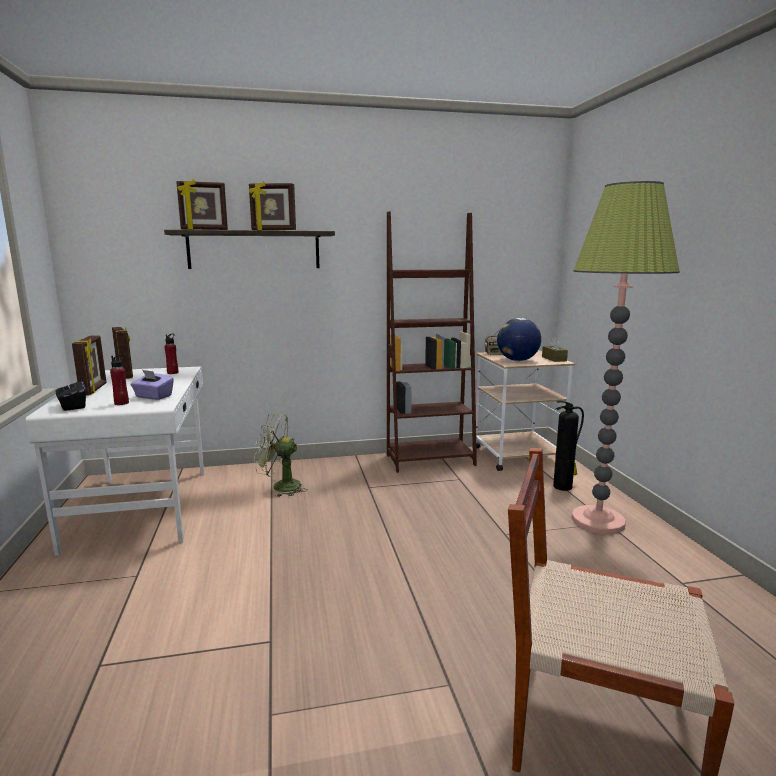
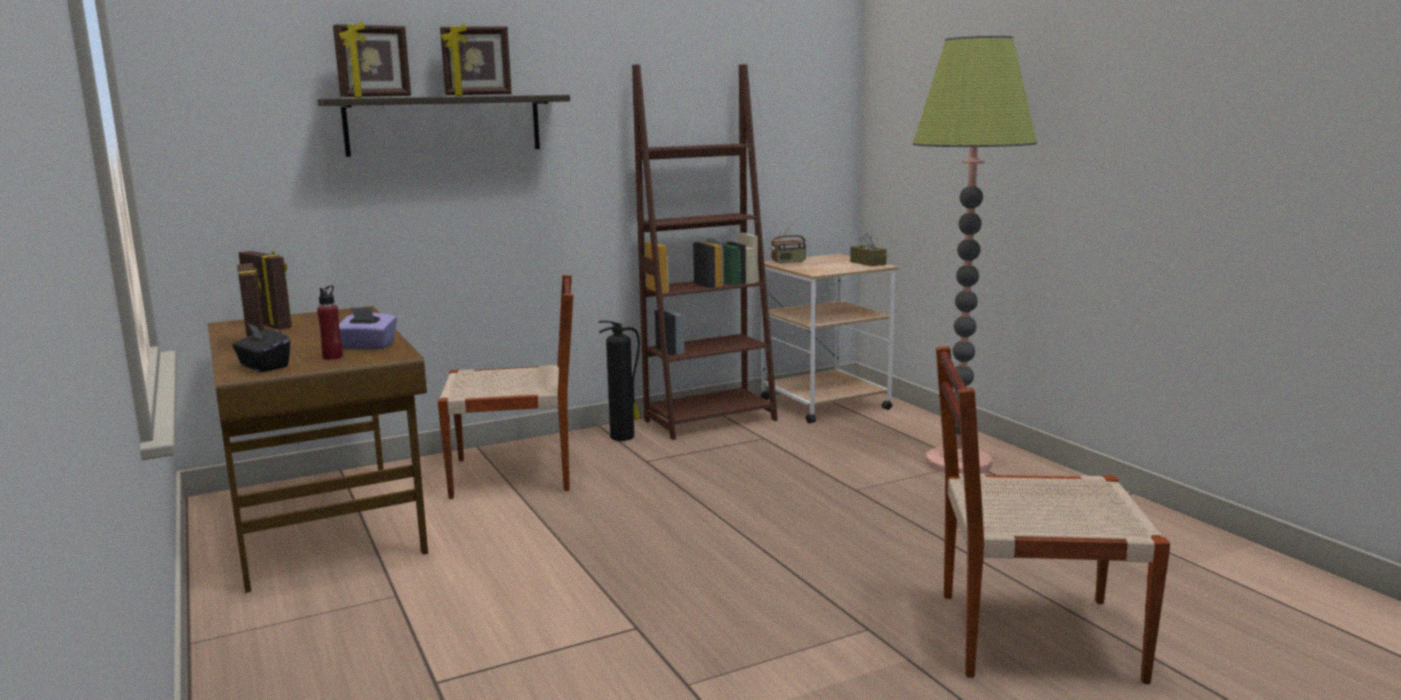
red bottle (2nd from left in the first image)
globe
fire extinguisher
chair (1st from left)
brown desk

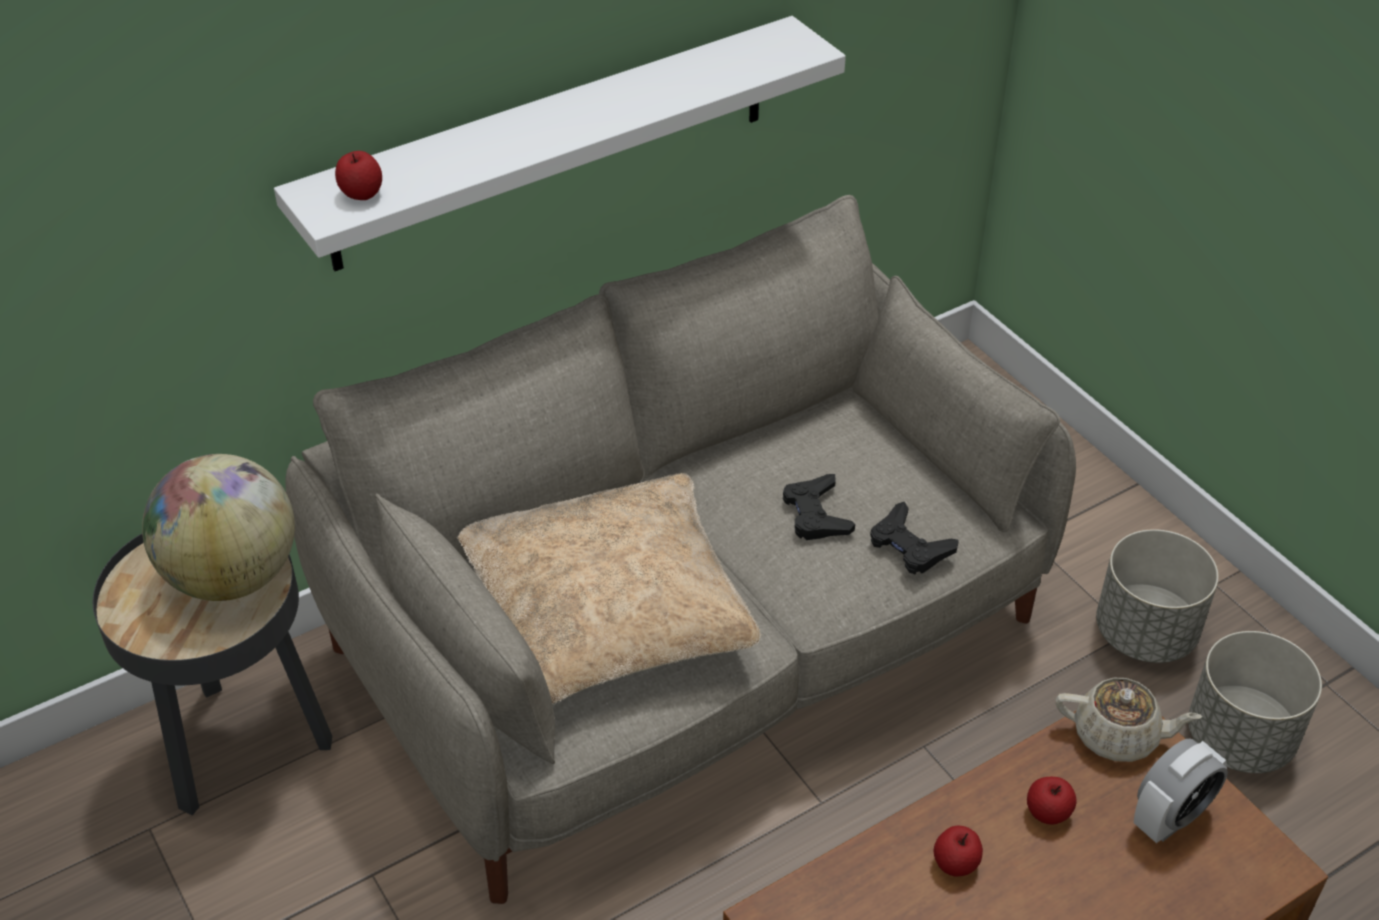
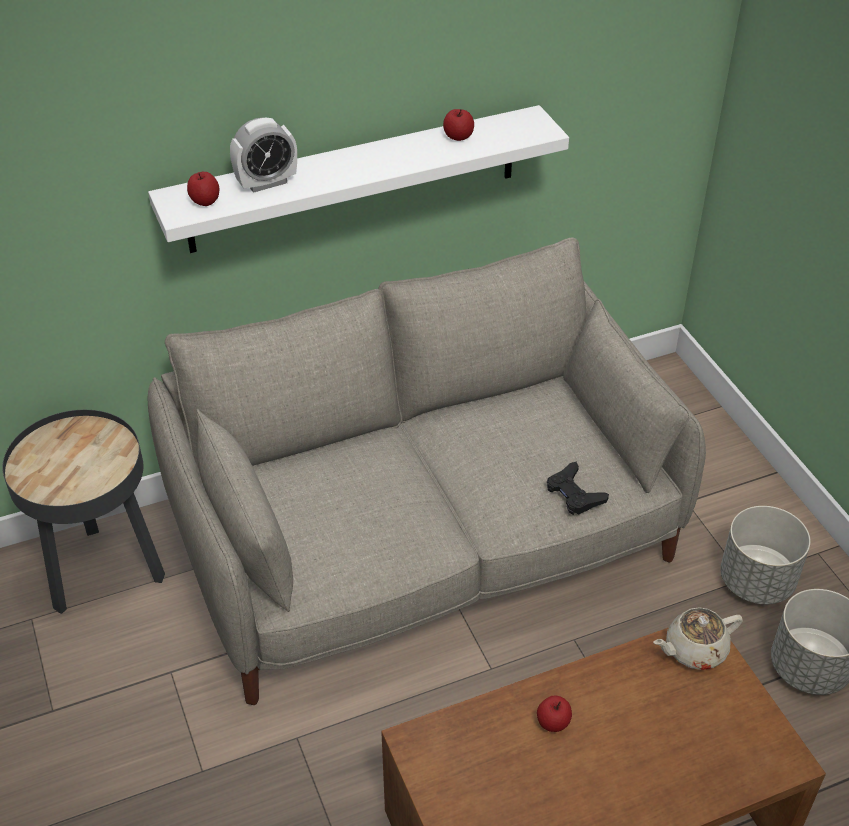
globe
beige pillow
black game controller (1st from left in the first image)
apple (2nd from left)
alarm clock
beige teapot

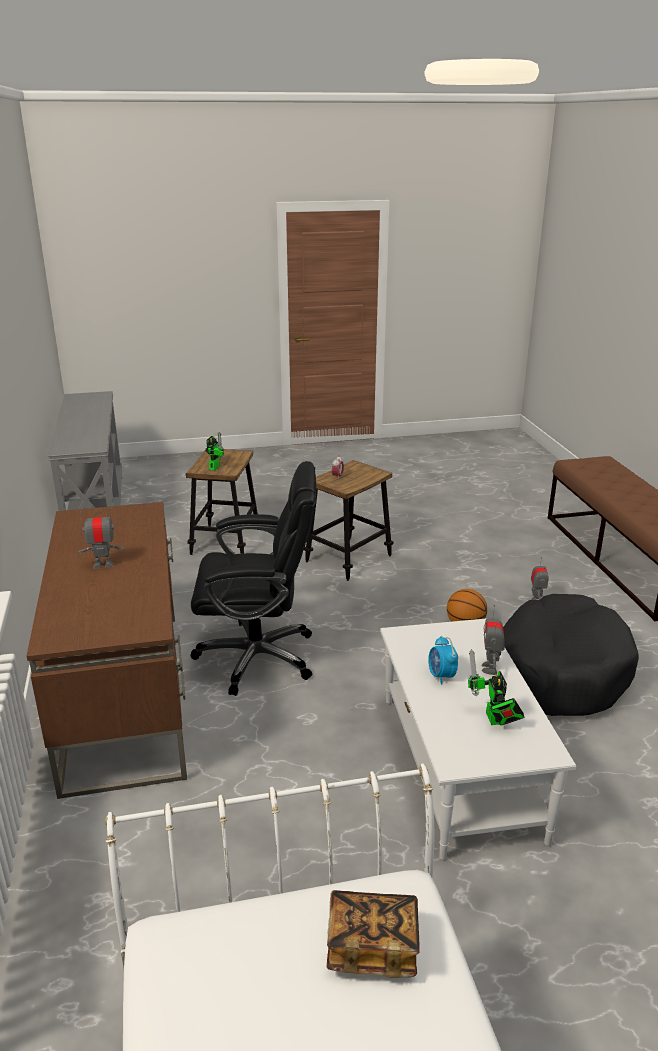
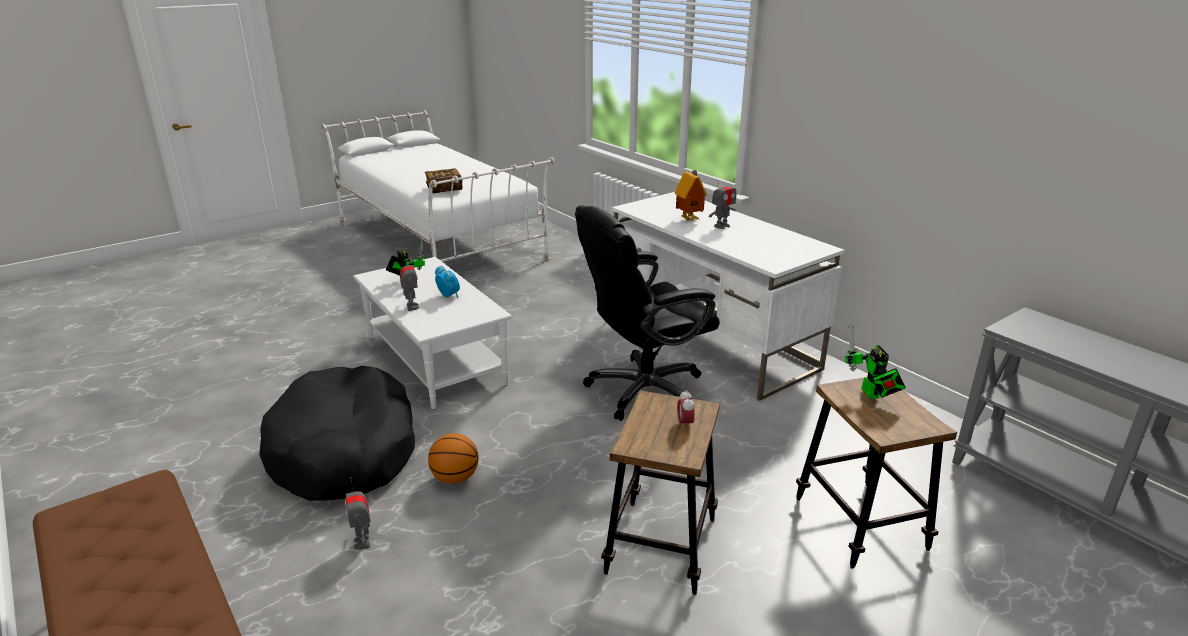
toy house
white desk

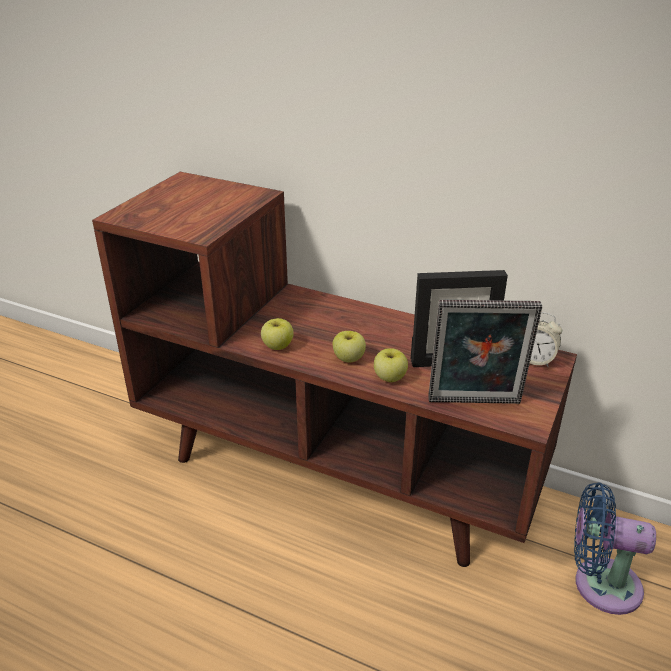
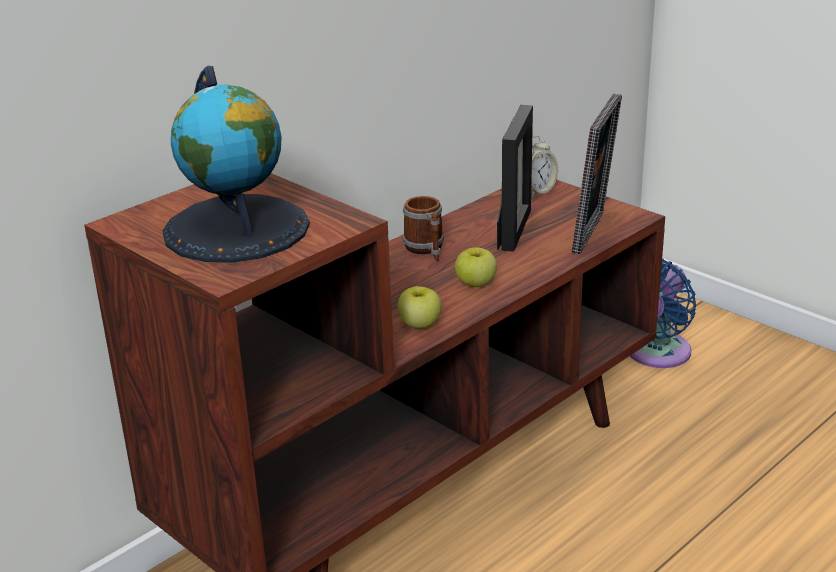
apple (3rd from left in the first image)
globe
mug

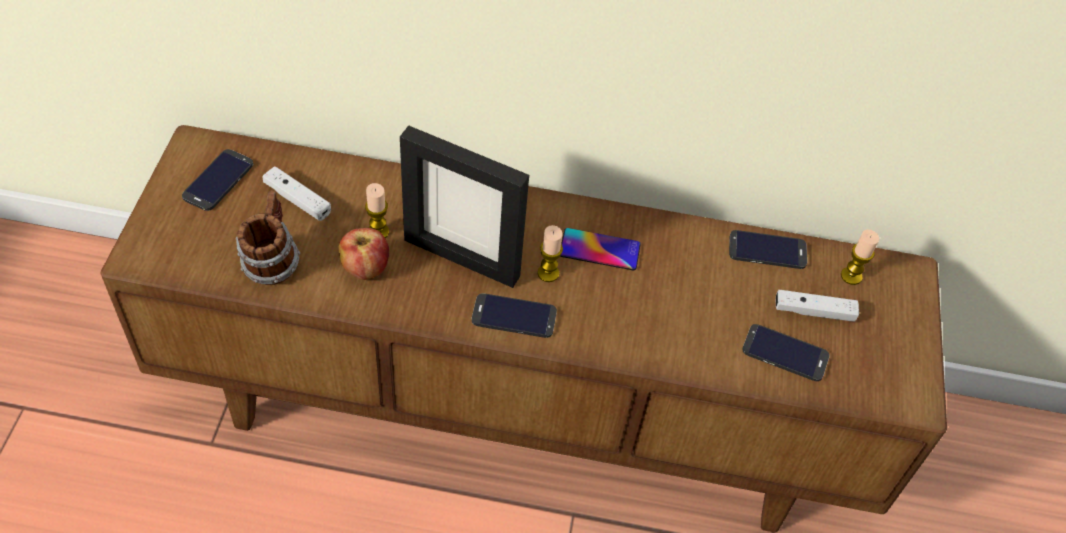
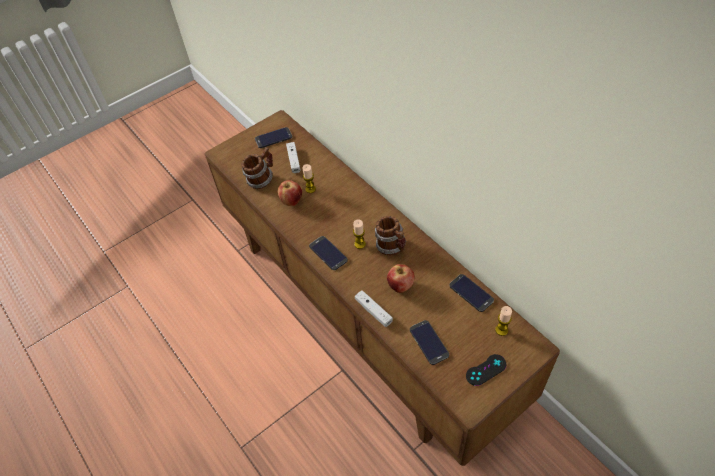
picture frame
apple (2nd from left)
black game controller
white game controller (2nd from left)
mug (2nd from left)

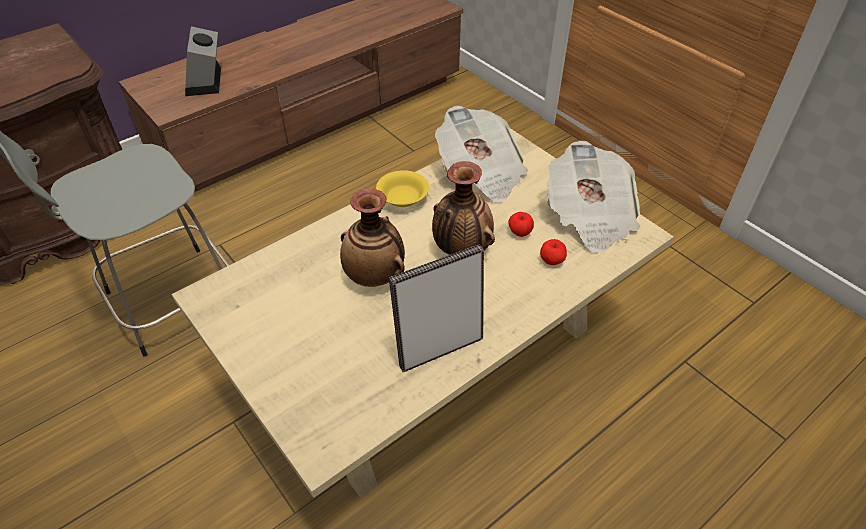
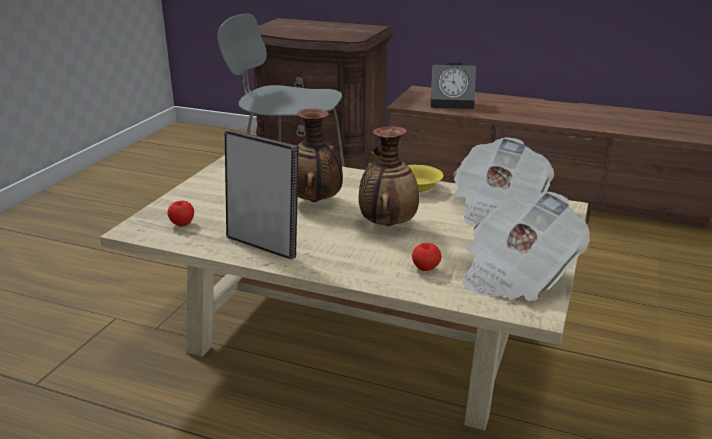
apple (1st from left)
alarm clock

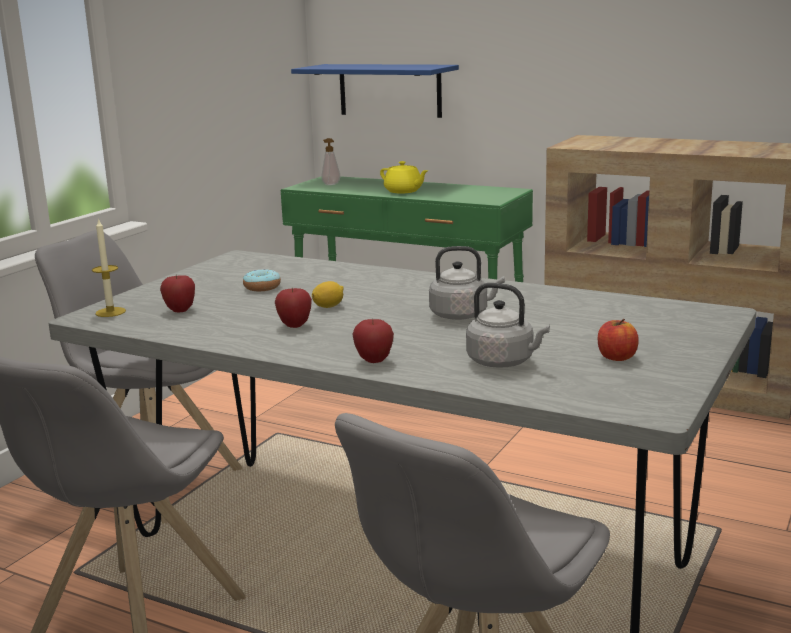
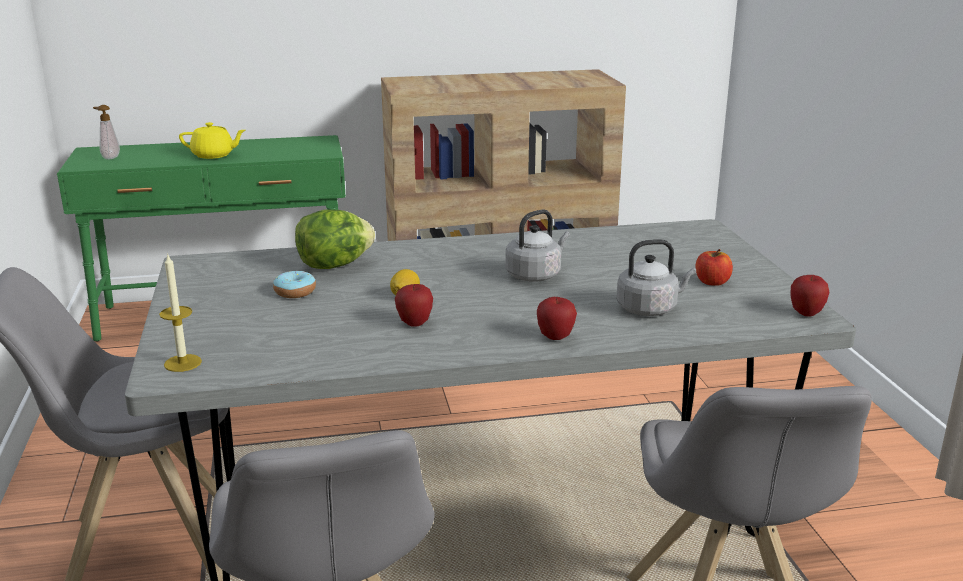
blue shelf
lettuce
apple (4th from left)

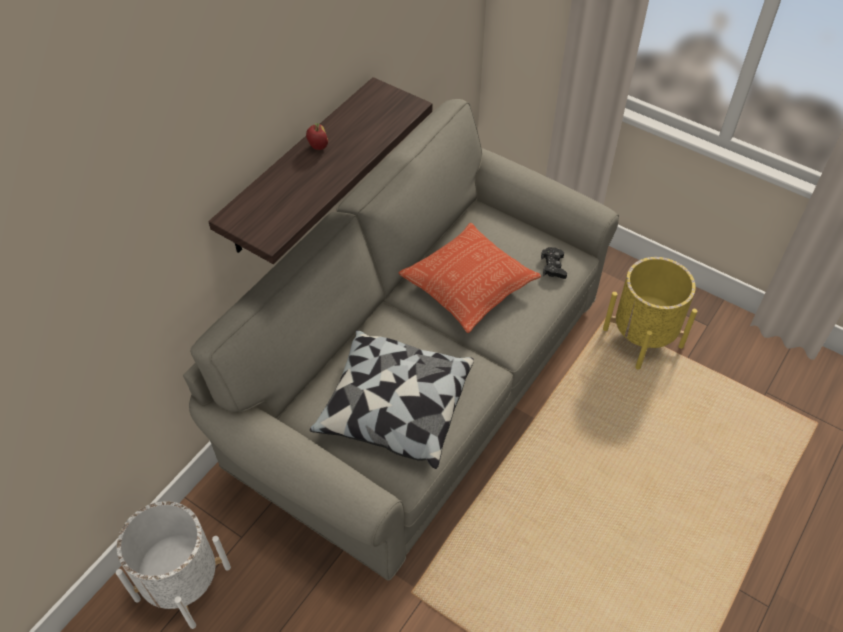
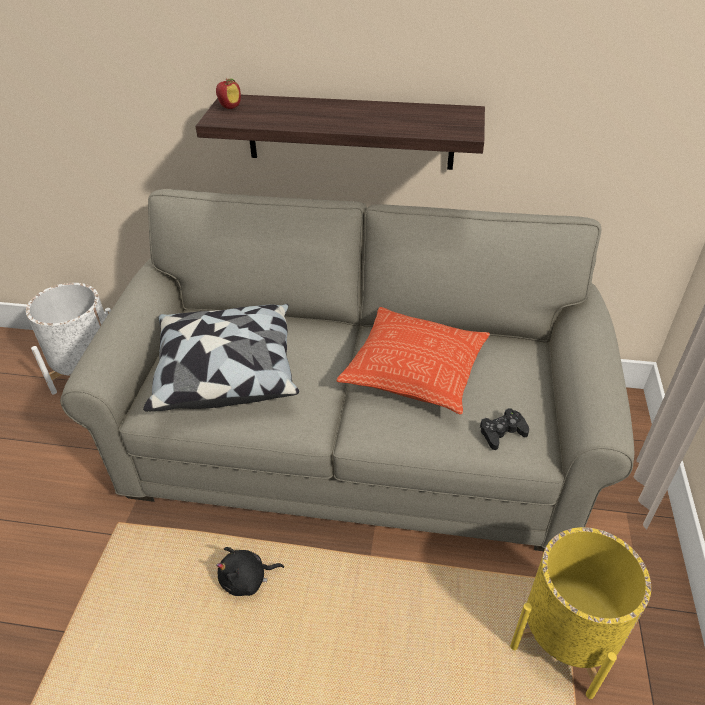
black plush toy
apple

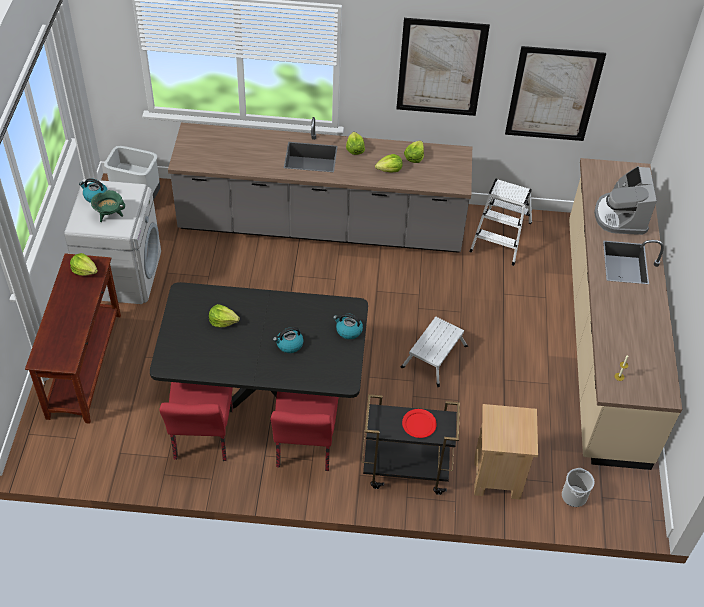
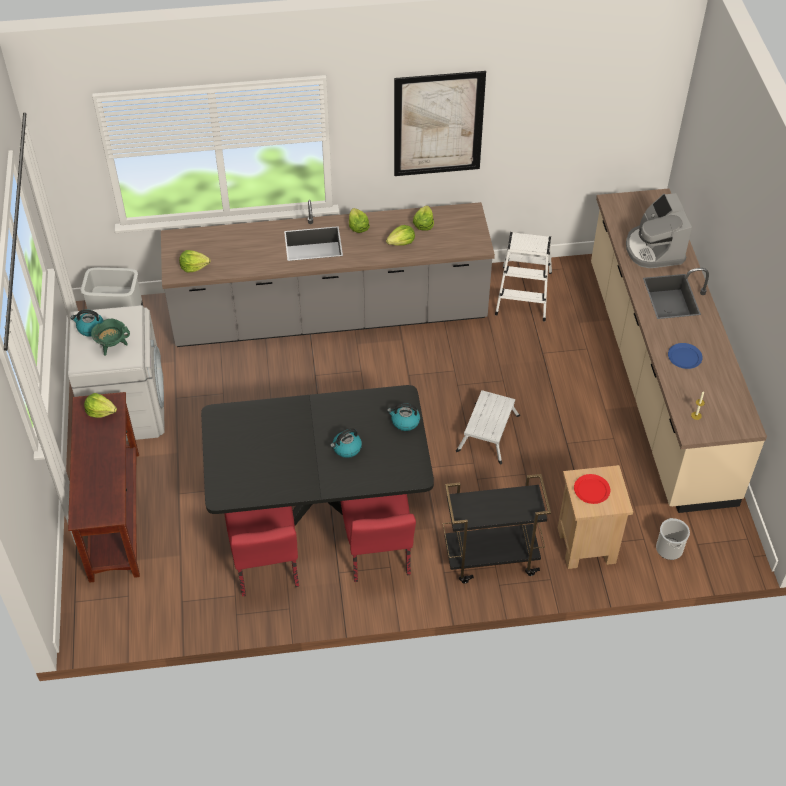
picture (2nd from left in the first image)
blue plate
lettuce (2nd from left)
red plate

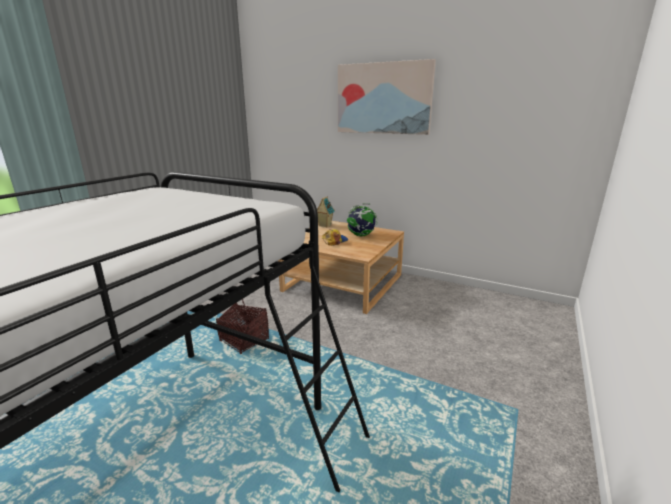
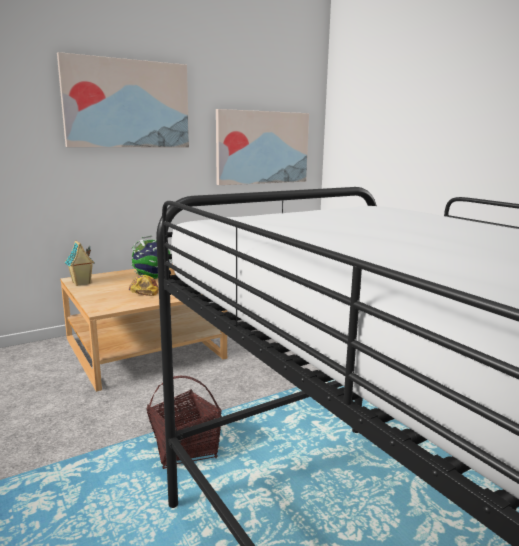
picture (2nd from left)

